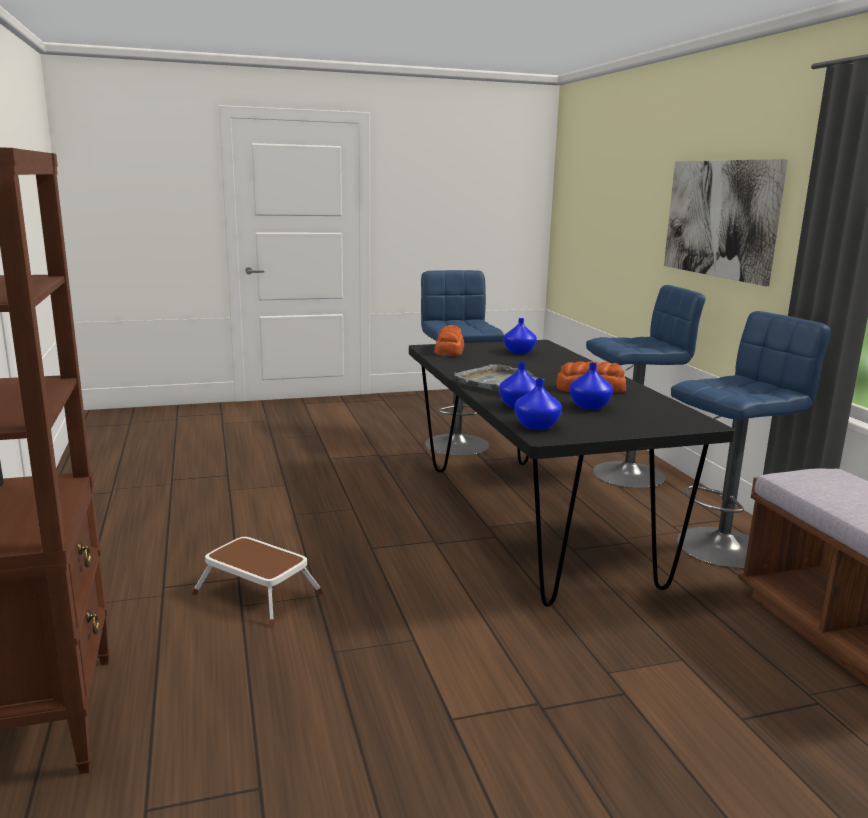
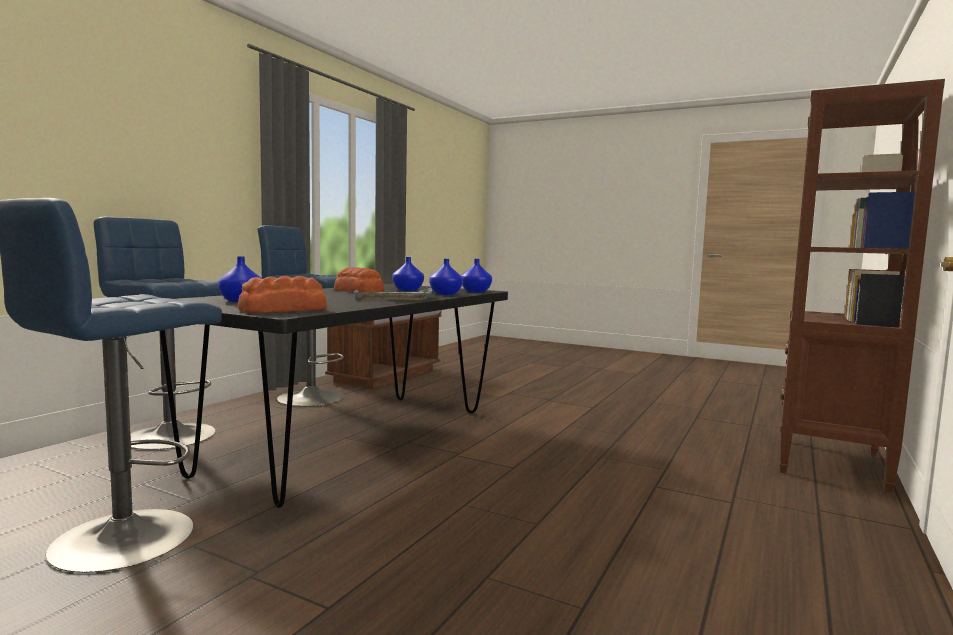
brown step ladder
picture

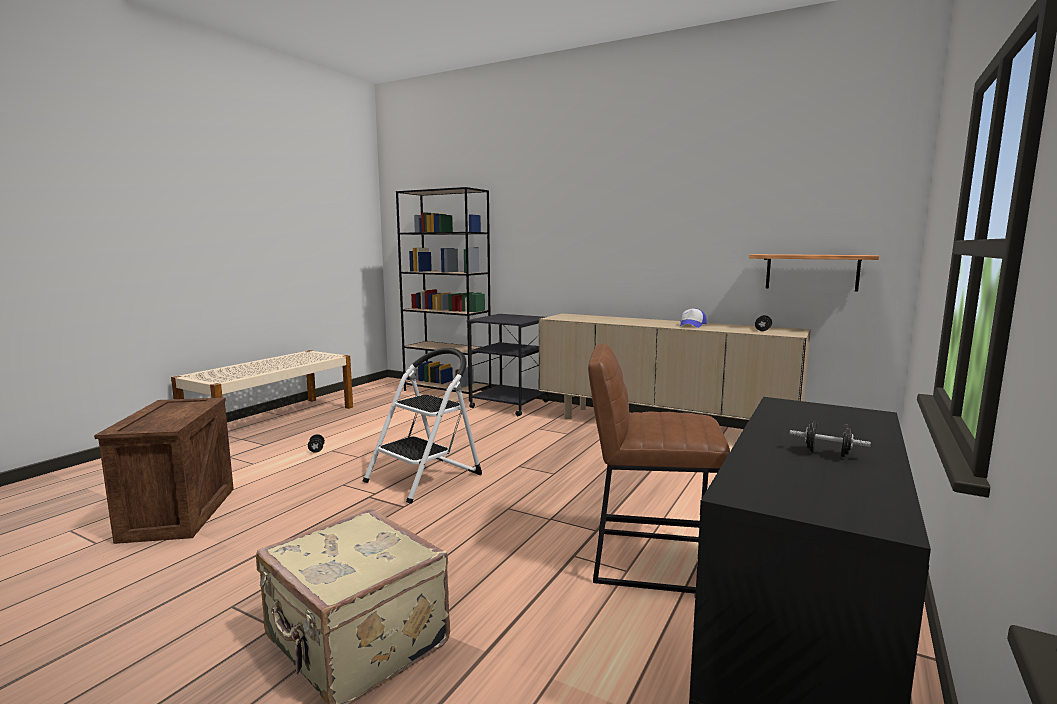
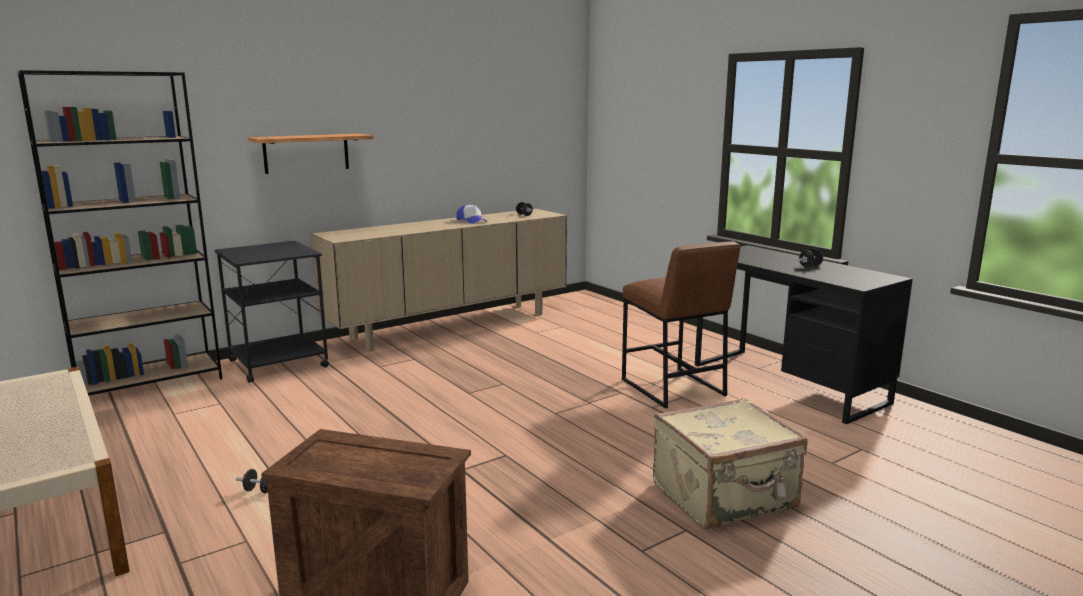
step ladder
shelf
brown chair

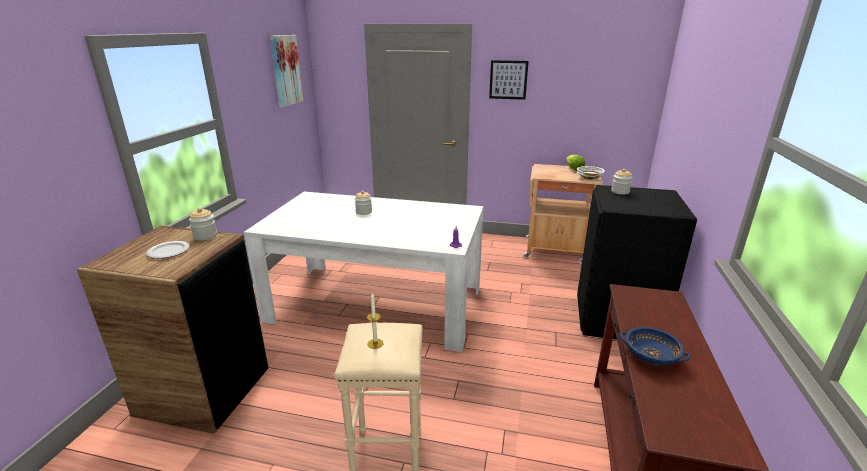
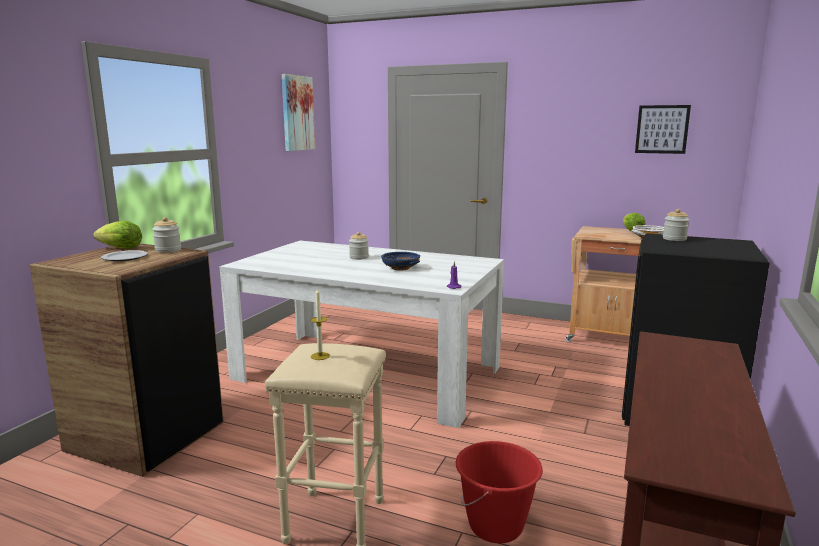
lettuce (1st from left)
red bucket
picture (2nd from left)
blue bowl

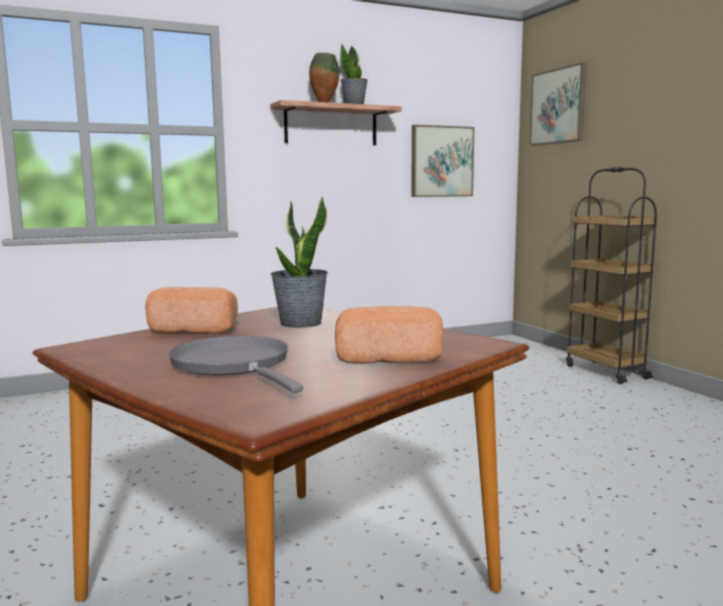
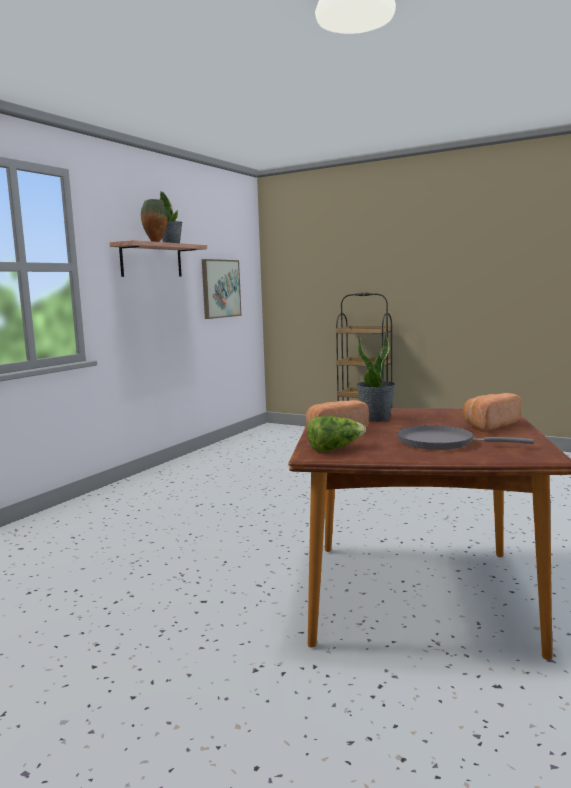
picture (2nd from left in the first image)
lettuce

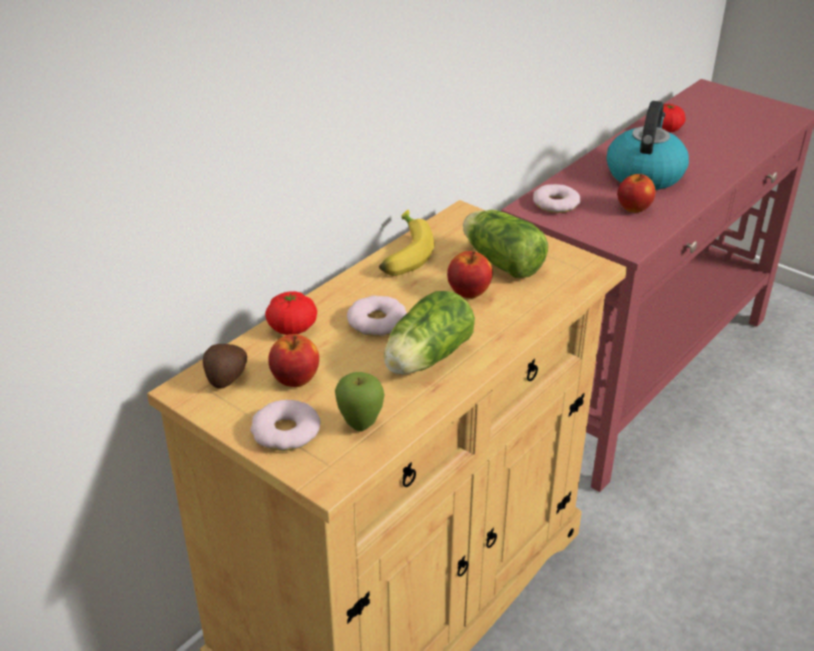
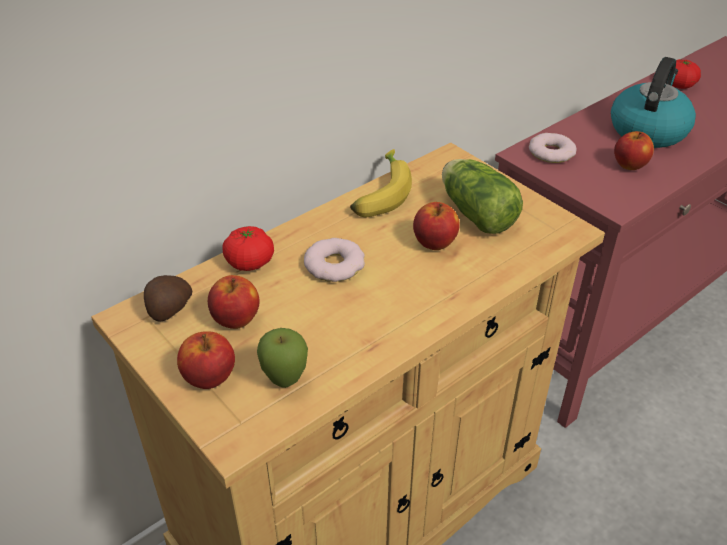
lettuce (1st from left in the first image)
apple (1st from left)

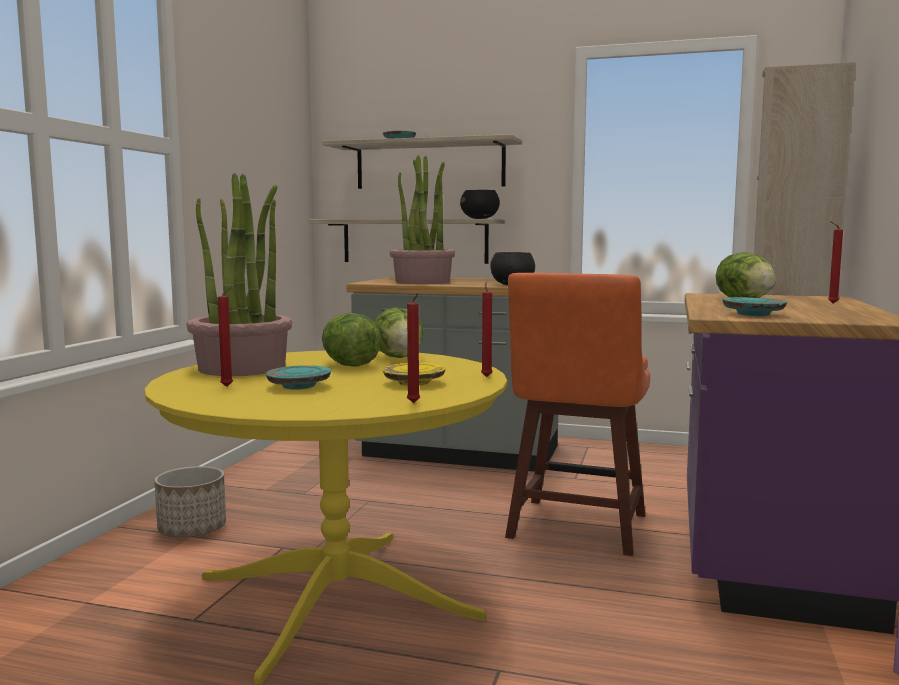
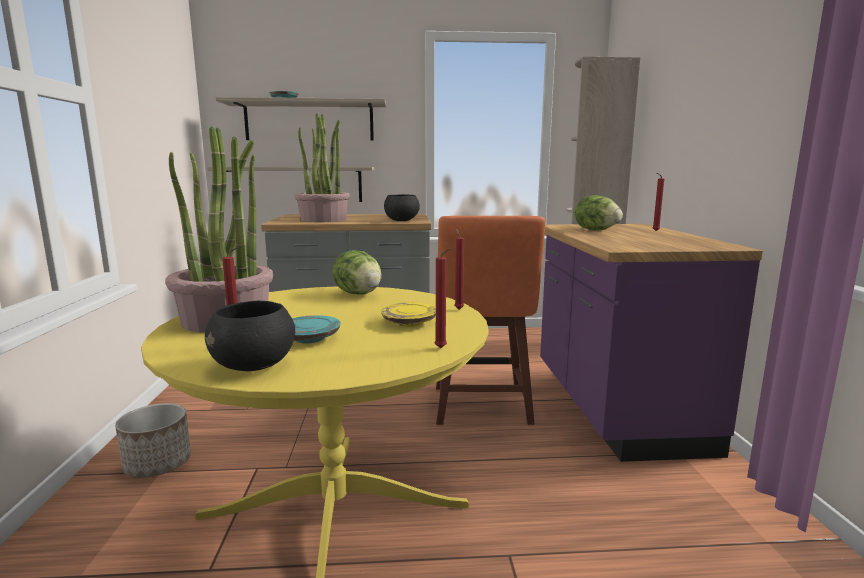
lettuce (1st from left in the first image)
turquoise plate (3rd from left in the first image)
black bowl (1st from left)

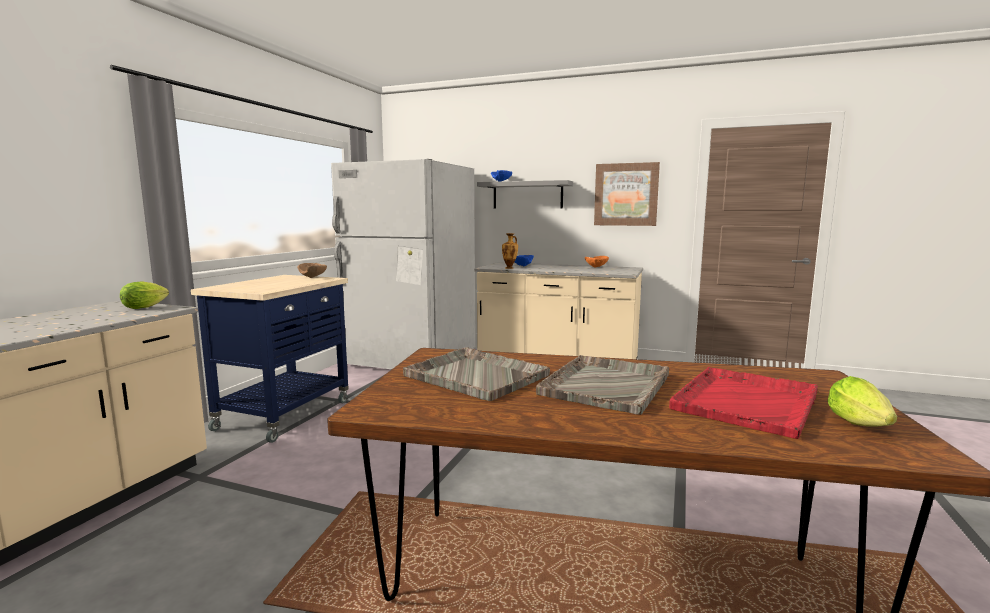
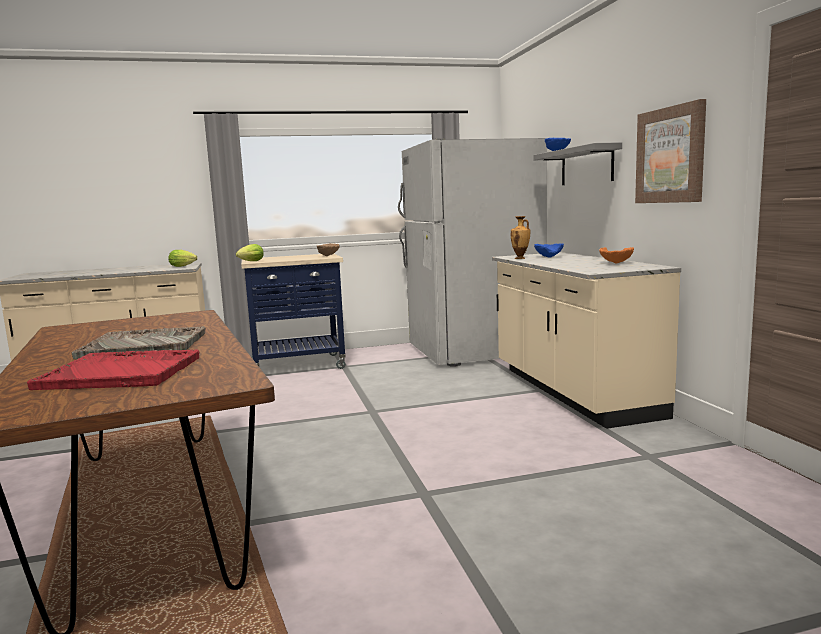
grey tray (1st from left in the first image)
lettuce (2nd from left)

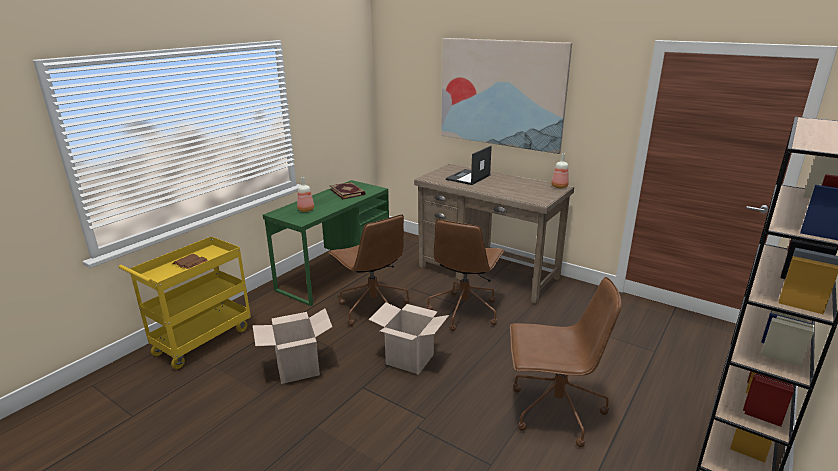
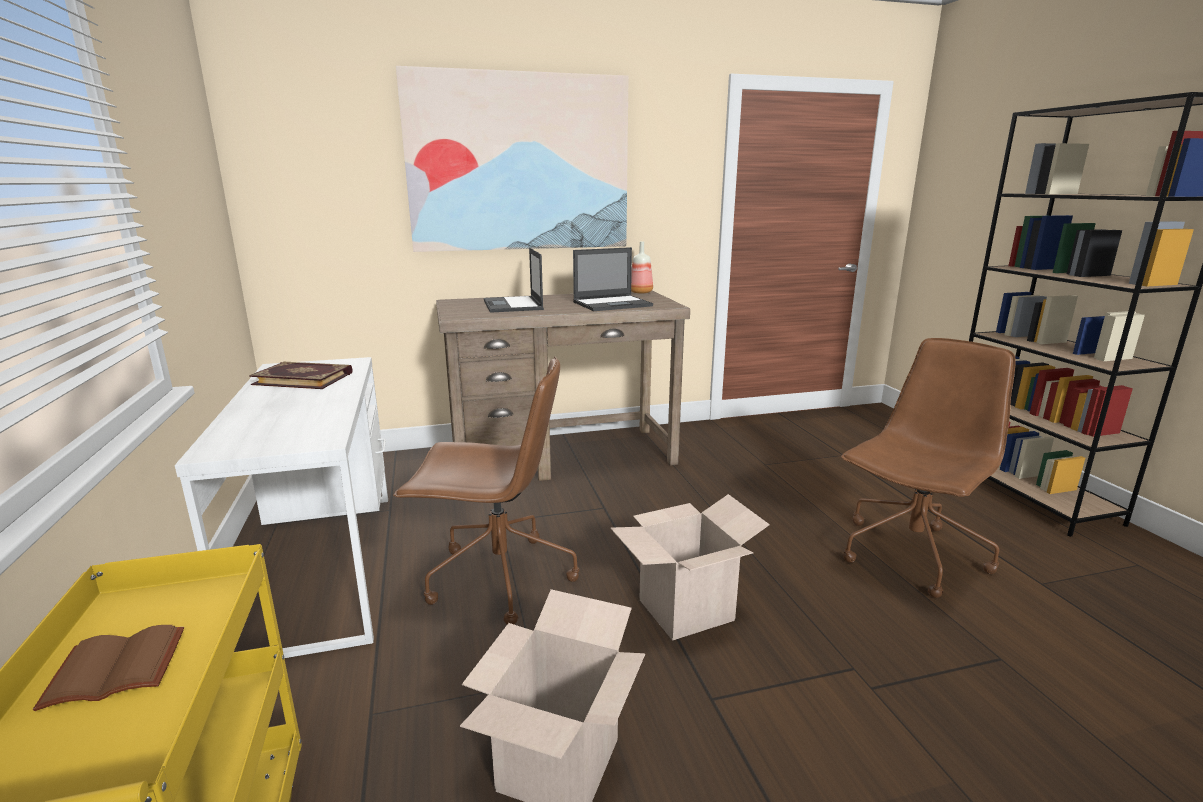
bottle (1st from left in the first image)
brown office chair (2nd from left in the first image)
laptop (2nd from left)
white desk

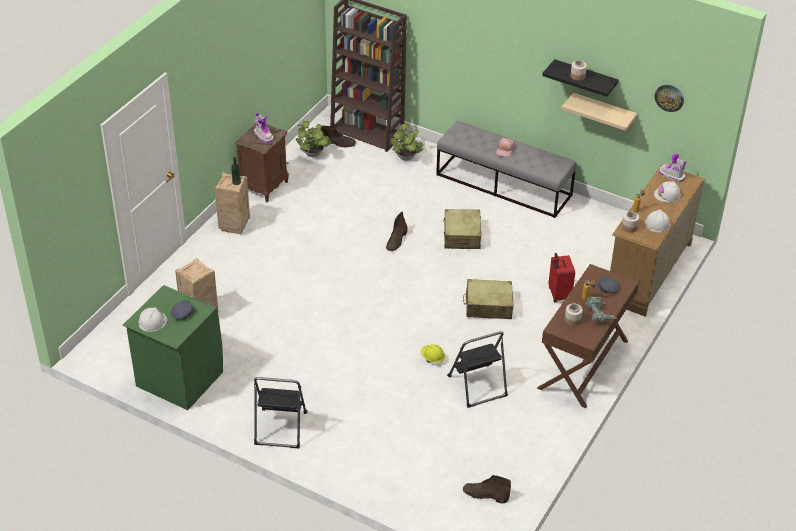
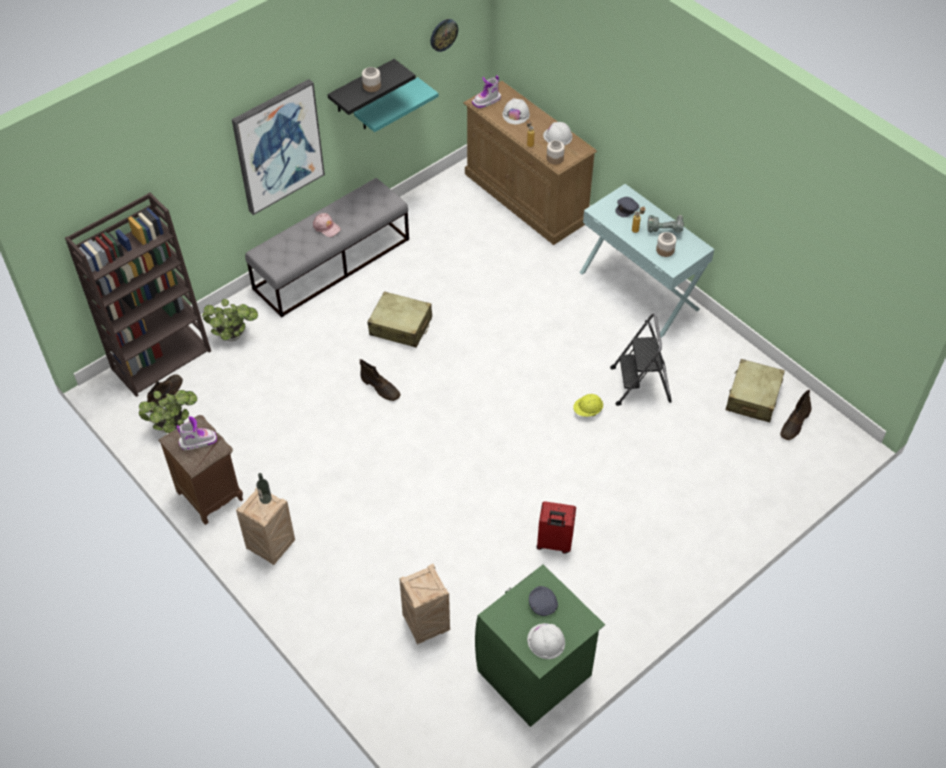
black step ladder (1st from left in the first image)
picture
beige suitcase (2nd from left)
red suitcase
turquoise desk
turquoise shelf

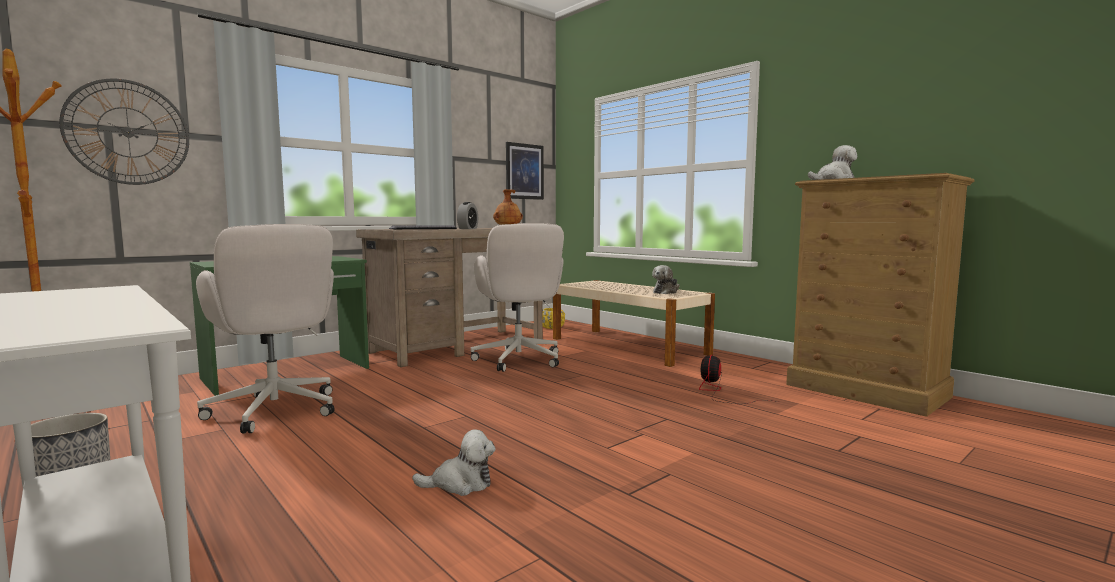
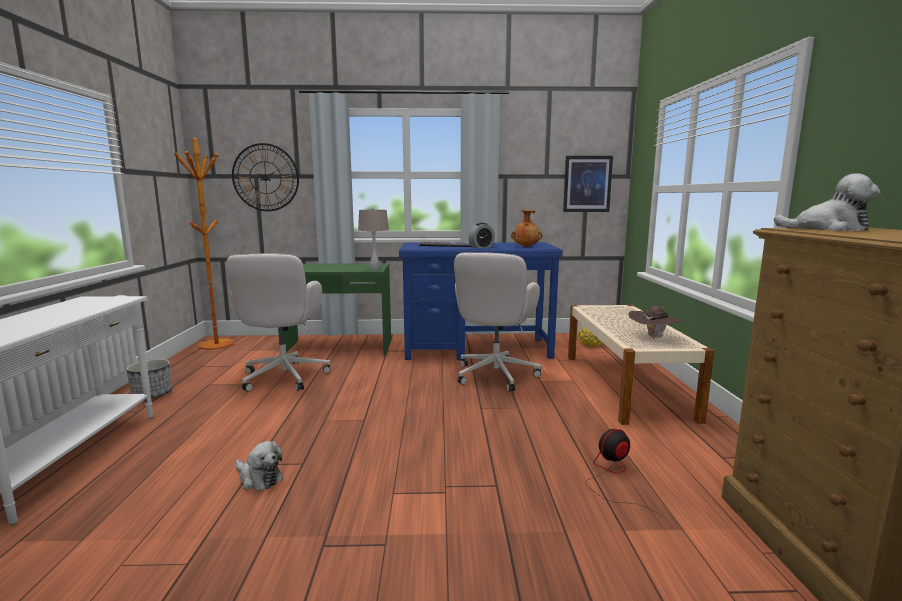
beige table lamp
brown hat
blue desk

